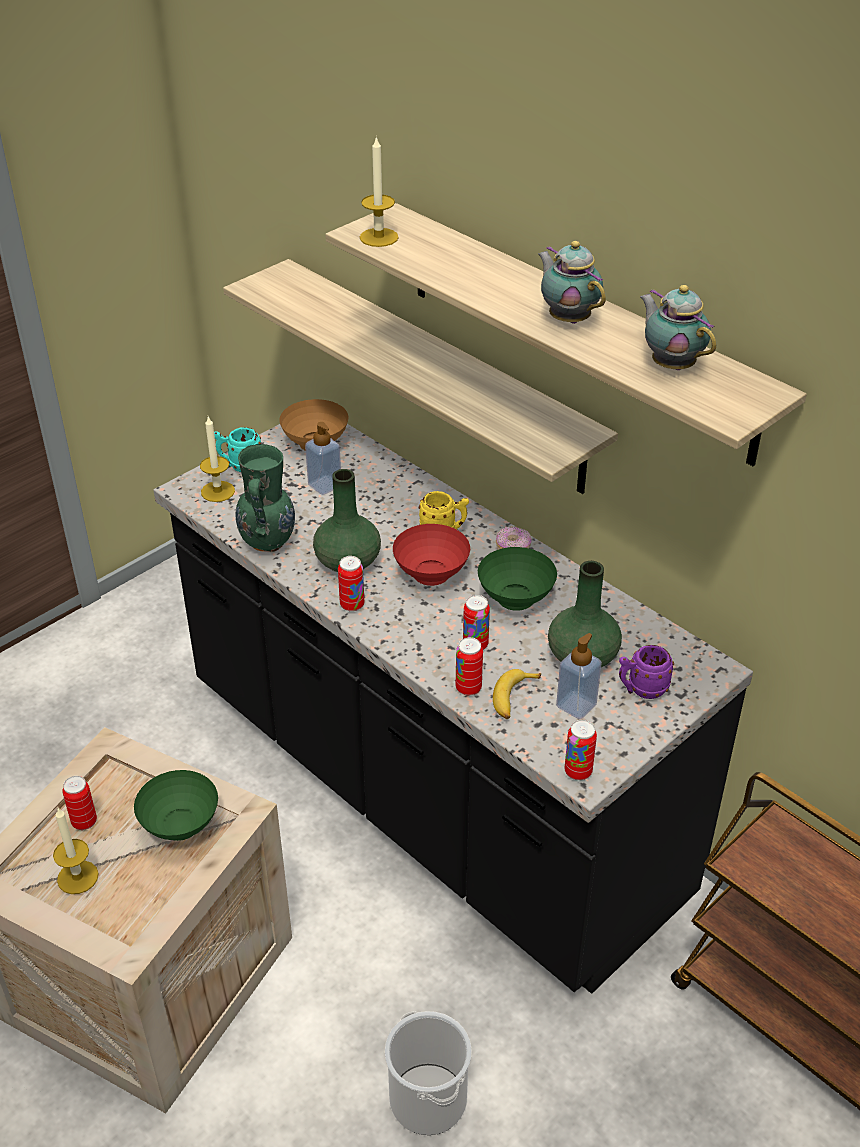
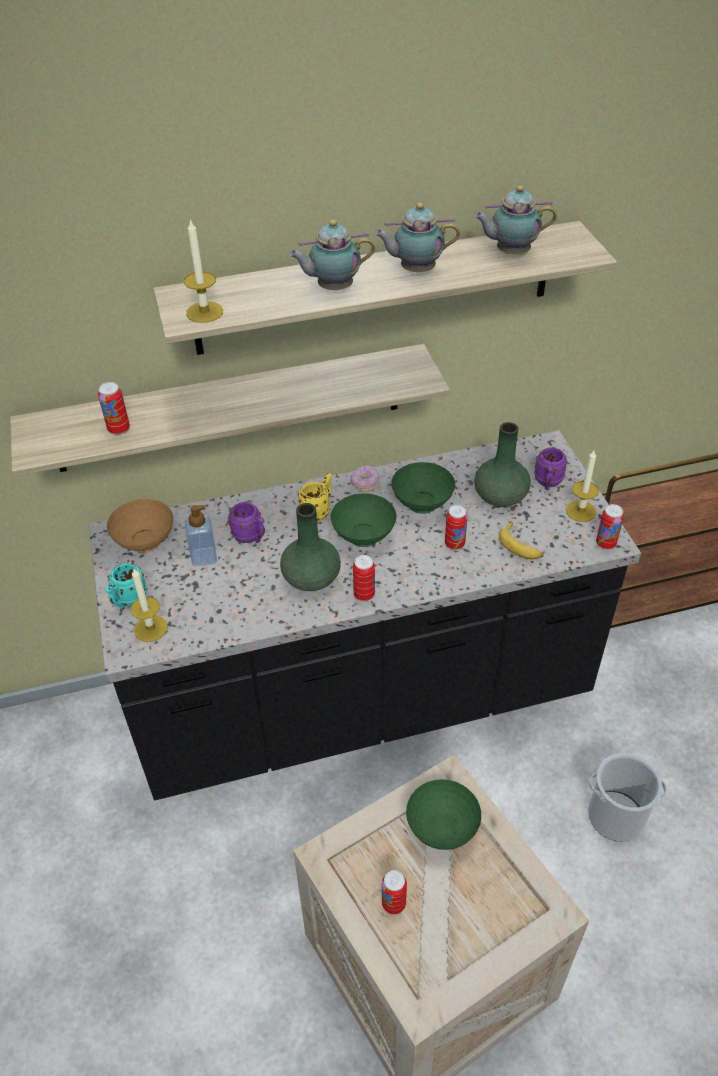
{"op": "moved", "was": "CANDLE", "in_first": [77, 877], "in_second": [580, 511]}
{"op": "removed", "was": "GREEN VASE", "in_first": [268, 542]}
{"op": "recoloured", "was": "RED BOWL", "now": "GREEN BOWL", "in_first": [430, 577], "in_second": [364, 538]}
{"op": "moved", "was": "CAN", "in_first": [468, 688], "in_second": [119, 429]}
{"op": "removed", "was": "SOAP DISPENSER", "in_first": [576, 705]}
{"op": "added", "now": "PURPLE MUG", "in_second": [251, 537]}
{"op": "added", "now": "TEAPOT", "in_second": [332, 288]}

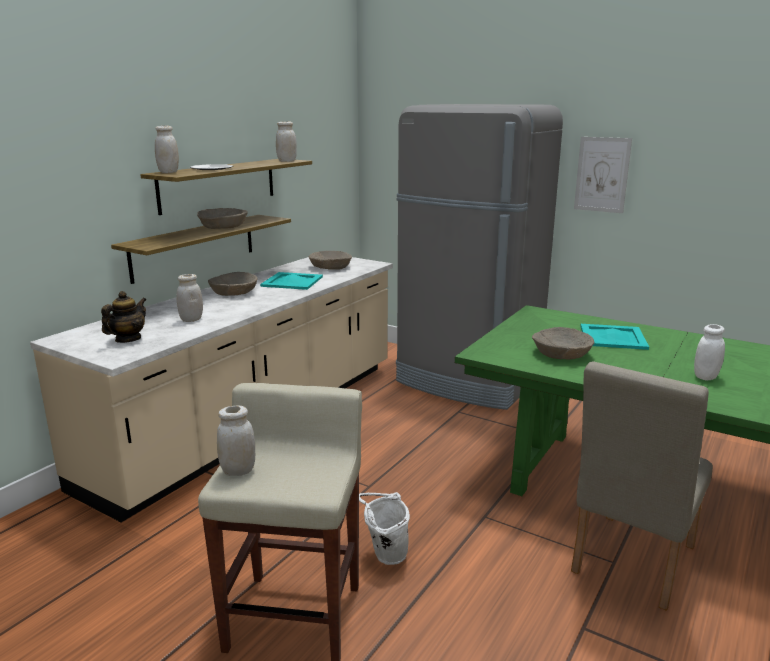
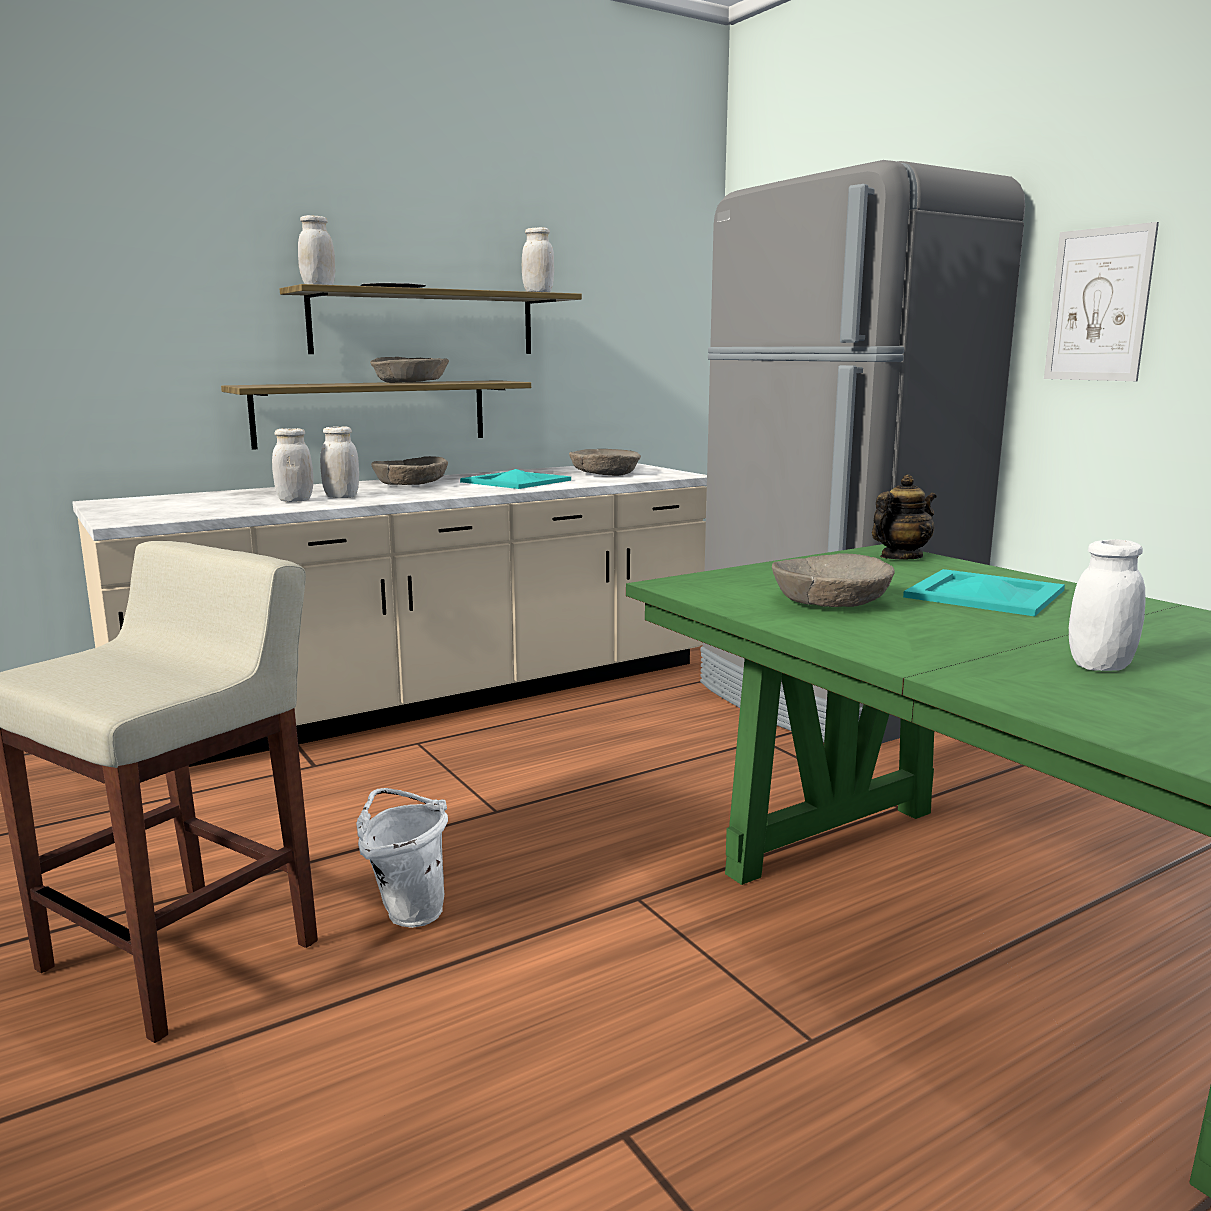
{"op": "moved", "was": "TEAPOT", "in_first": [128, 339], "in_second": [900, 557]}
{"op": "moved", "was": "WHITE JAR", "in_first": [238, 471], "in_second": [341, 497]}
{"op": "removed", "was": "BEIGE CHAIR", "in_first": [629, 564]}

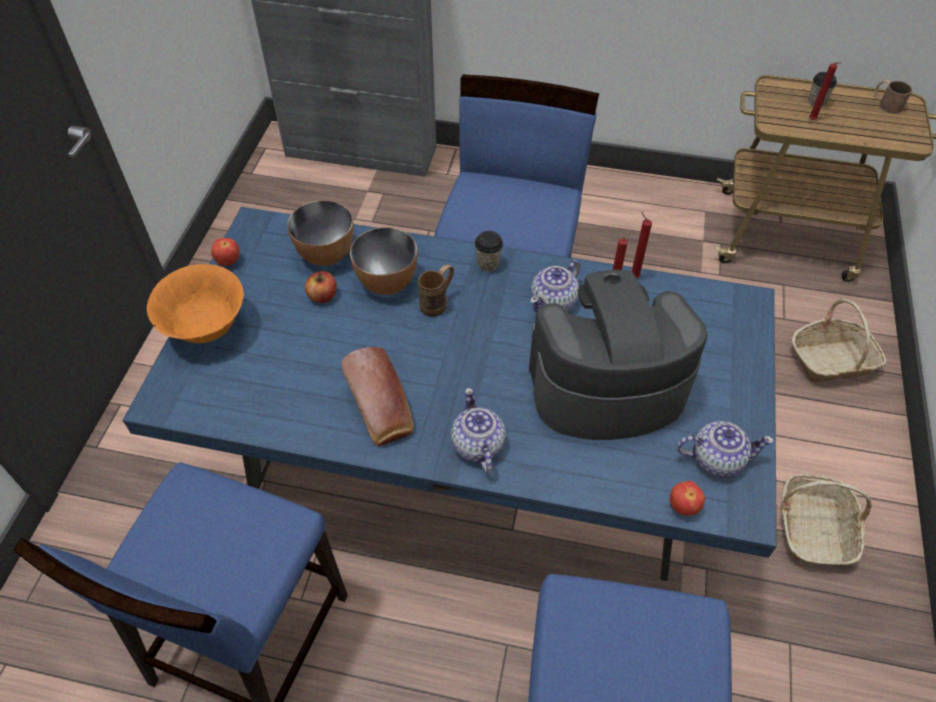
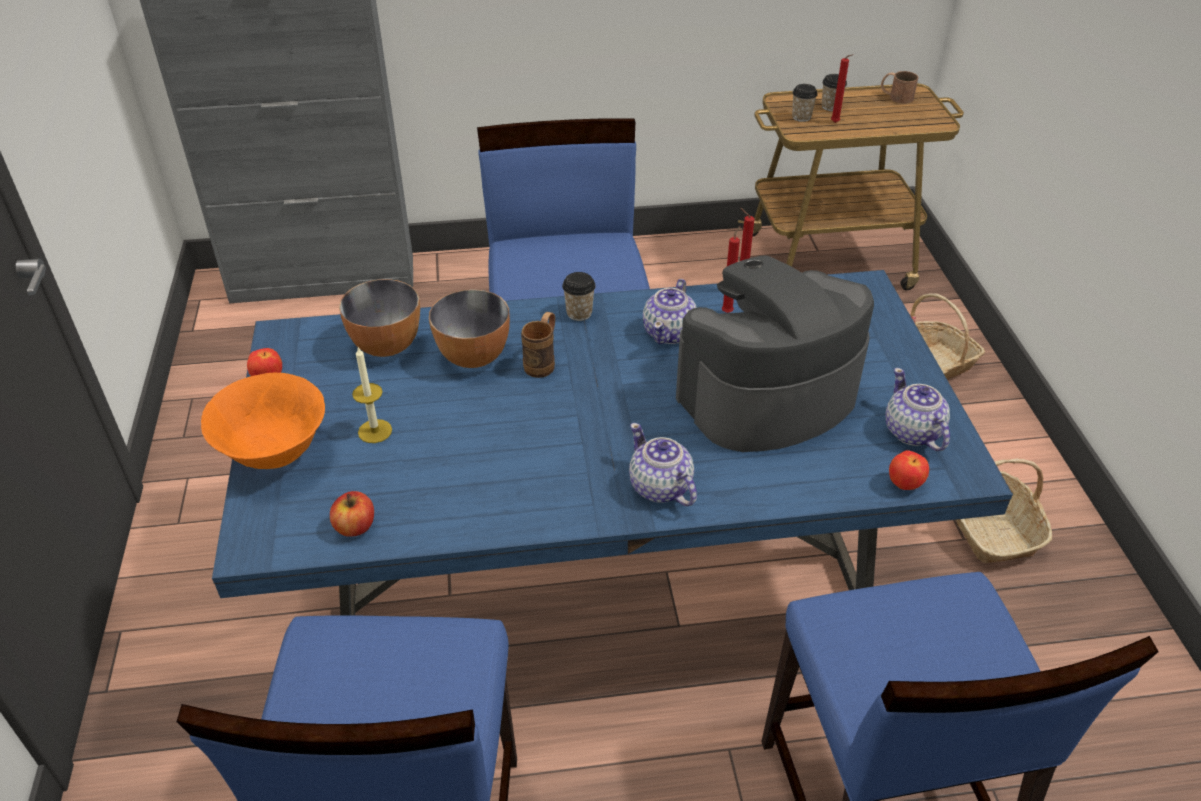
{"op": "moved", "was": "APPLE", "in_first": [323, 296], "in_second": [355, 527]}
{"op": "removed", "was": "BREAD", "in_first": [381, 410]}
{"op": "turned", "was": "TEAPOT", "in_first": [716, 459], "in_second": [912, 432], "clockwise": -90}
{"op": "added", "now": "CANDLE", "in_second": [375, 431]}
{"op": "added", "now": "CUP", "in_second": [801, 117]}

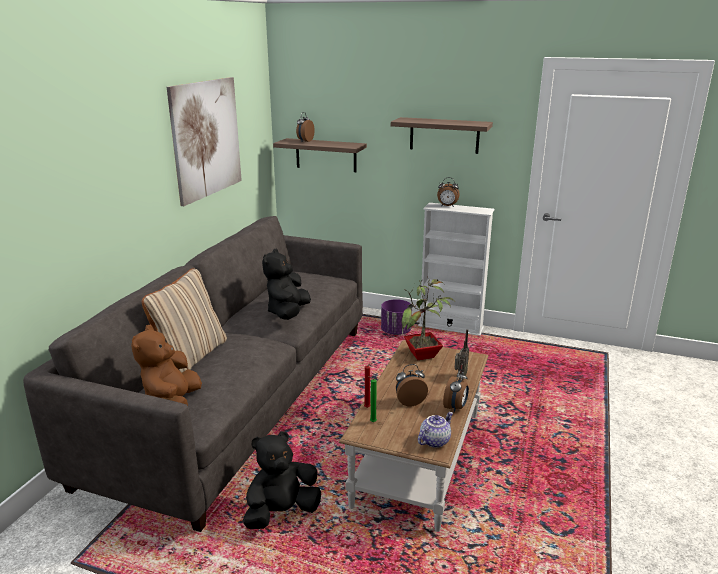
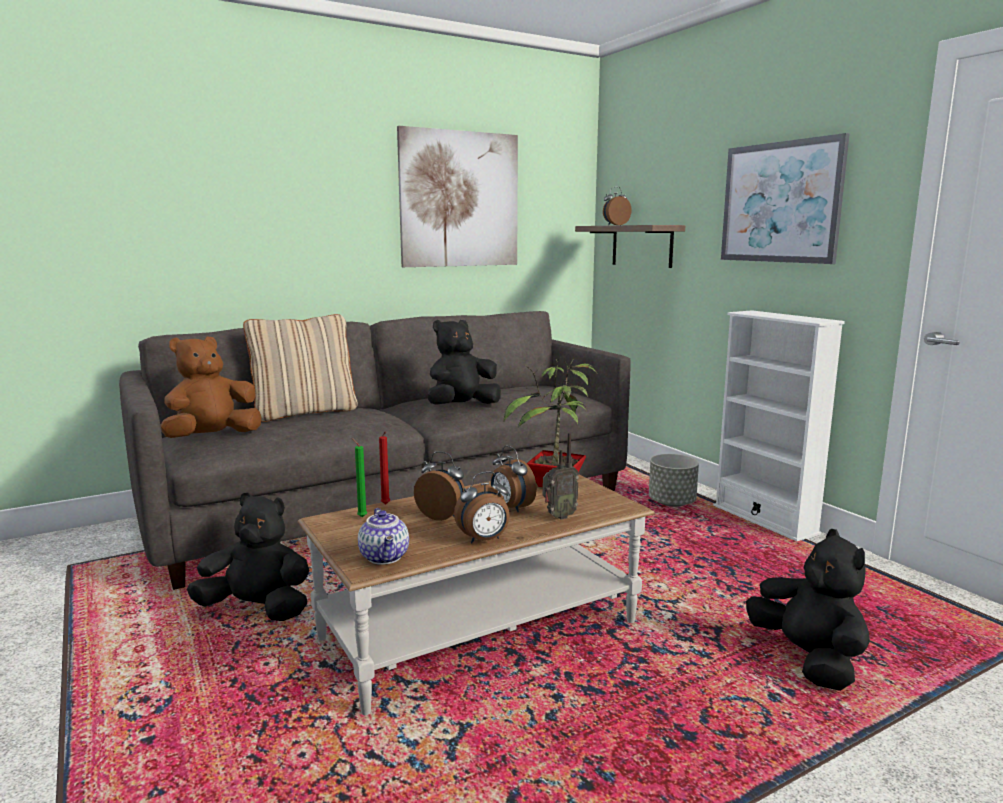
{"op": "recoloured", "was": "PURPLE PLANTER", "now": "GREY PLANTER", "in_first": [396, 331], "in_second": [672, 503]}
{"op": "replaced", "was": "SHELF", "now": "PICTURE", "in_first": [444, 135], "in_second": [780, 202]}
{"op": "turned", "was": "TEAPOT", "in_first": [434, 440], "in_second": [385, 557], "clockwise": 75}
{"op": "moved", "was": "ALARM CLOCK", "in_first": [447, 206], "in_second": [511, 508]}
{"op": "added", "now": "BLACK PLUSH TOY", "in_second": [808, 659]}

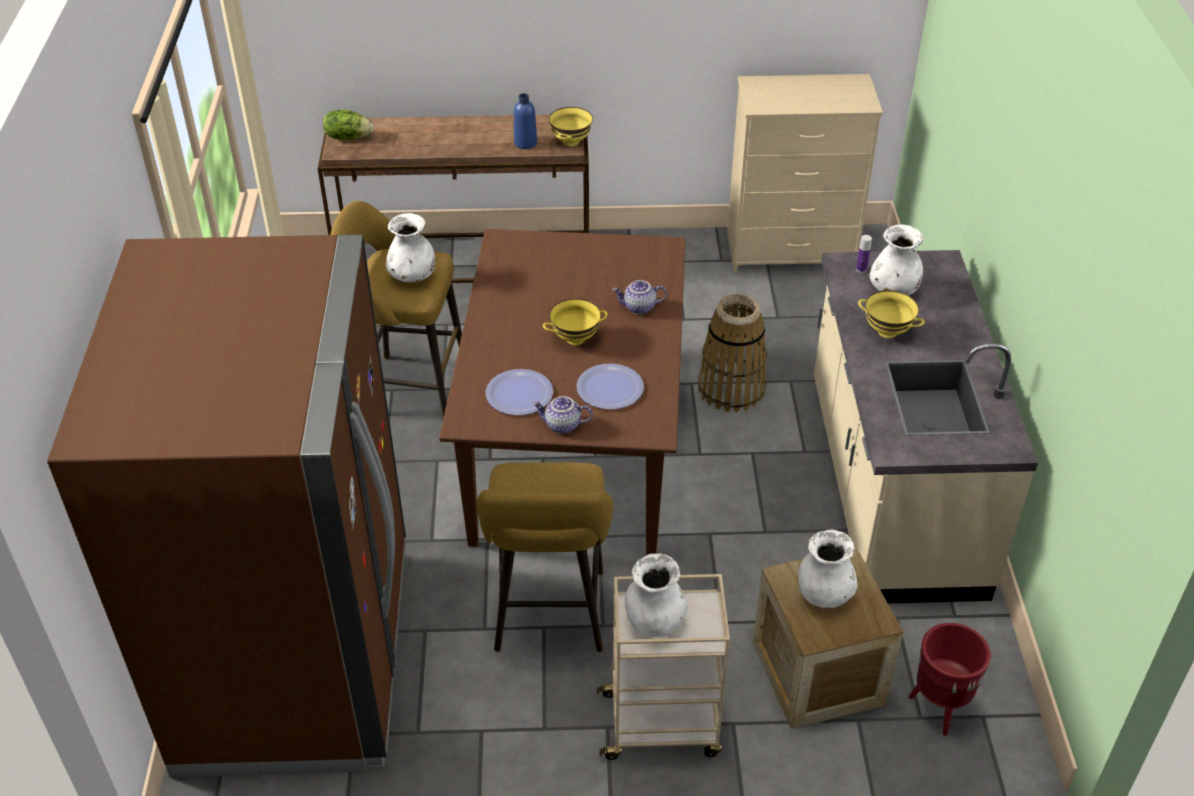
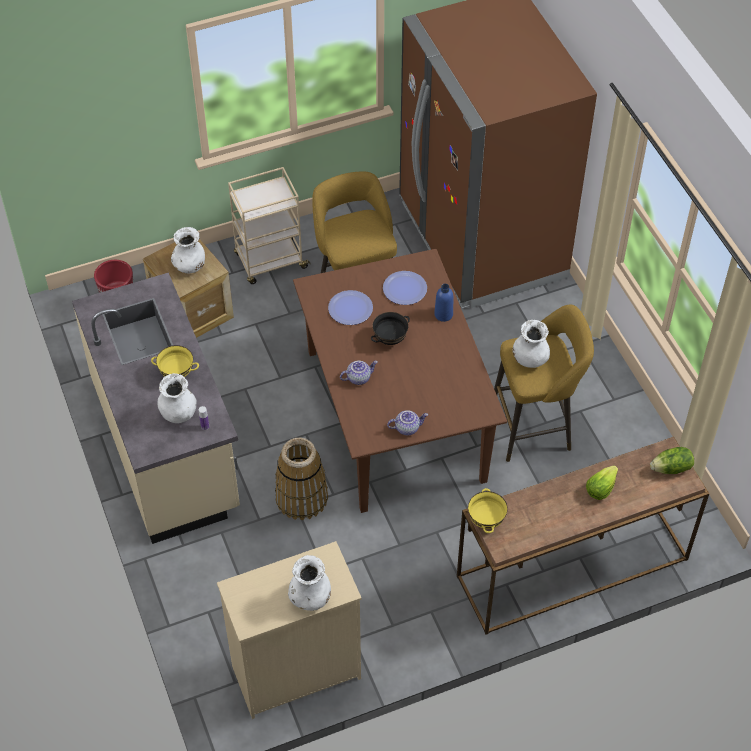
{"op": "moved", "was": "BLUE BOTTLE", "in_first": [525, 143], "in_second": [443, 314]}
{"op": "moved", "was": "TEAPOT", "in_first": [562, 426], "in_second": [407, 427]}
{"op": "recoloured", "was": "YELLOW BOWL", "now": "BLACK BOWL", "in_first": [575, 338], "in_second": [390, 339]}
{"op": "moved", "was": "WHITE VASE", "in_first": [654, 621], "in_second": [310, 597]}
{"op": "added", "now": "LETTUCE", "in_second": [600, 489]}

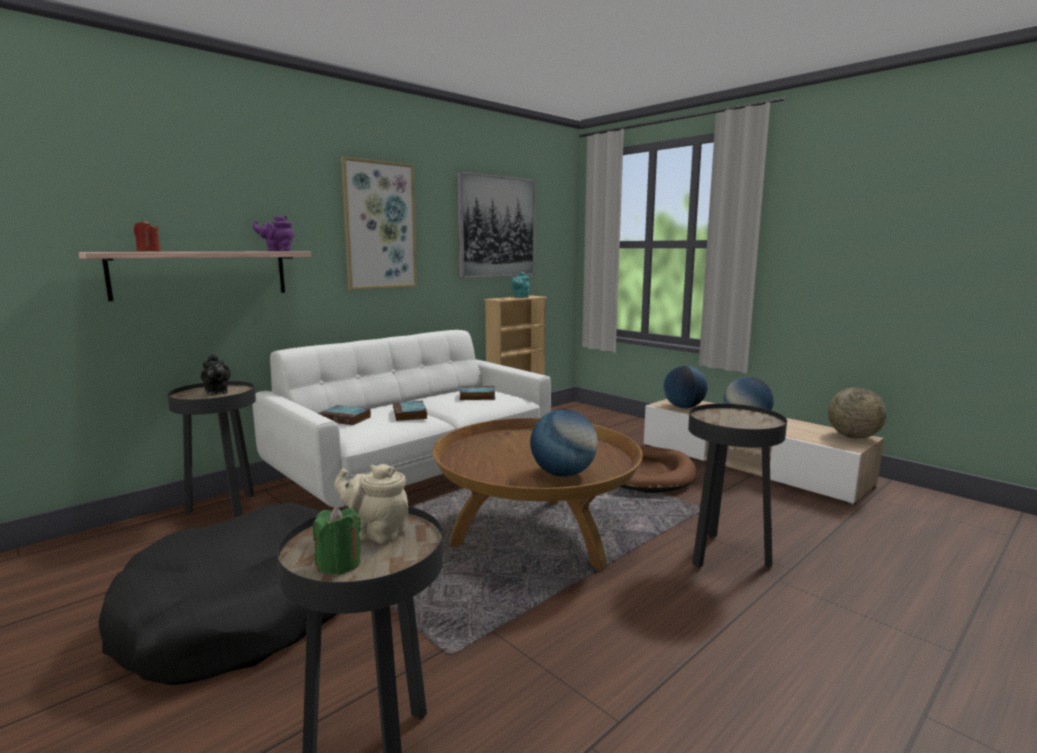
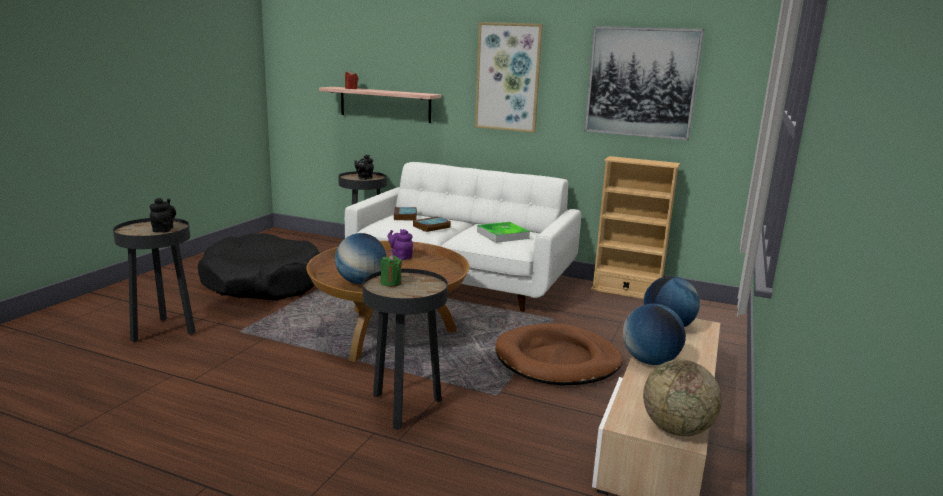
{"op": "moved", "was": "PURPLE TEAPOT", "in_first": [277, 251], "in_second": [400, 257]}
{"op": "moved", "was": "GREEN CANDLE", "in_first": [339, 564], "in_second": [390, 283]}
{"op": "recoloured", "was": "BEIGE TEAPOT", "now": "BLACK TEAPOT", "in_first": [376, 533], "in_second": [164, 229]}
{"op": "replaced", "was": "BOOK", "now": "TRAY", "in_first": [476, 396], "in_second": [502, 235]}
{"op": "removed", "was": "TURQUOISE TEAPOT", "in_first": [520, 297]}

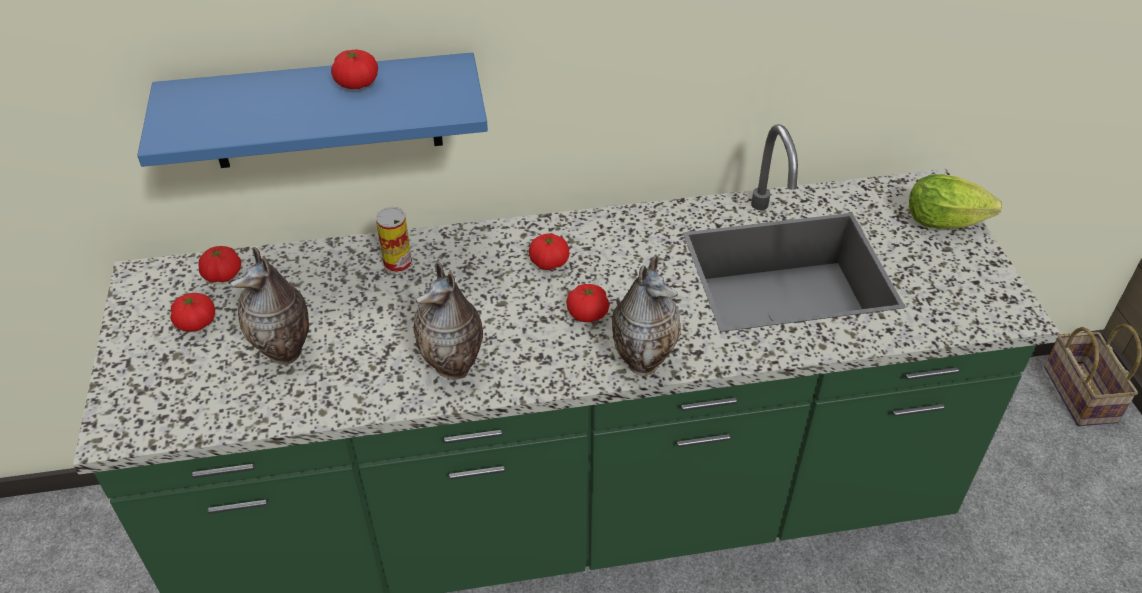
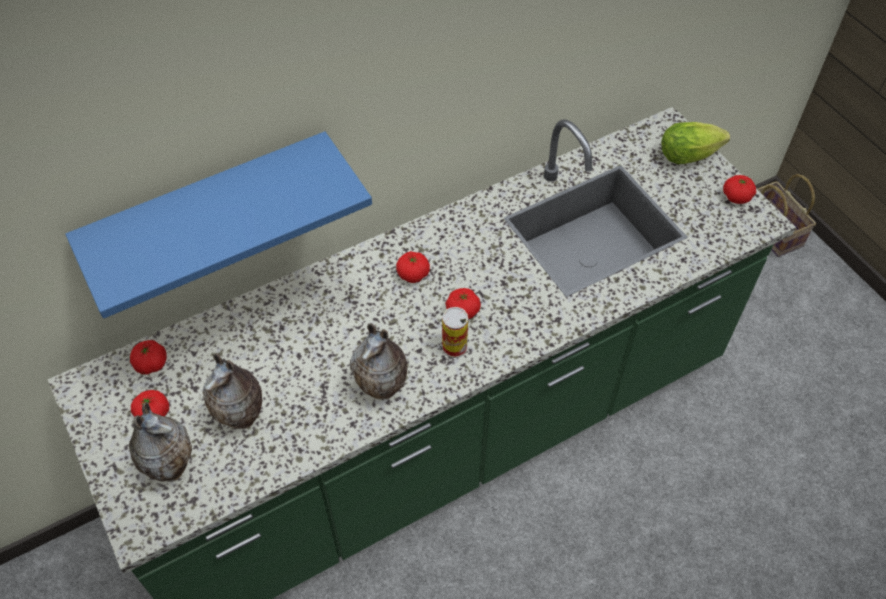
{"op": "moved", "was": "TOMATO", "in_first": [357, 83], "in_second": [736, 197]}
{"op": "moved", "was": "CAN", "in_first": [398, 263], "in_second": [454, 347]}
{"op": "moved", "was": "VASE", "in_first": [643, 360], "in_second": [171, 465]}

